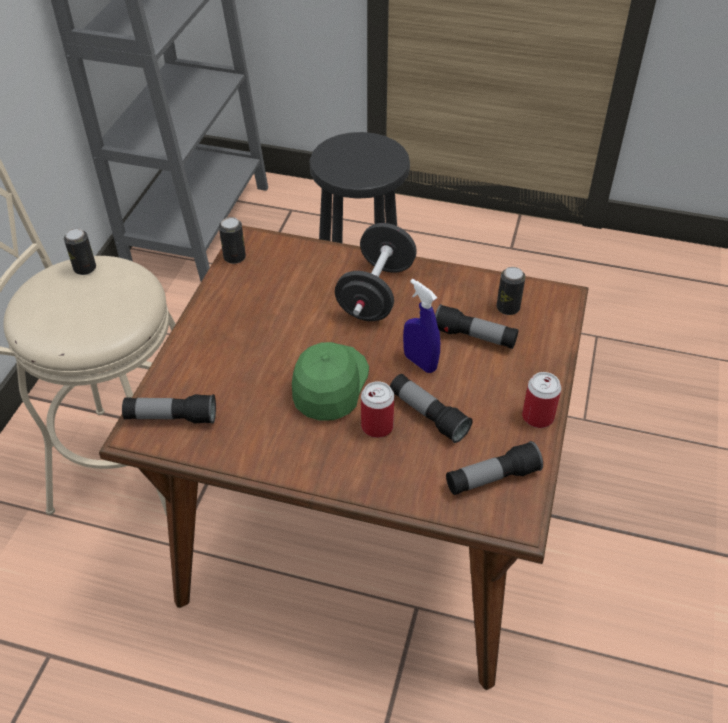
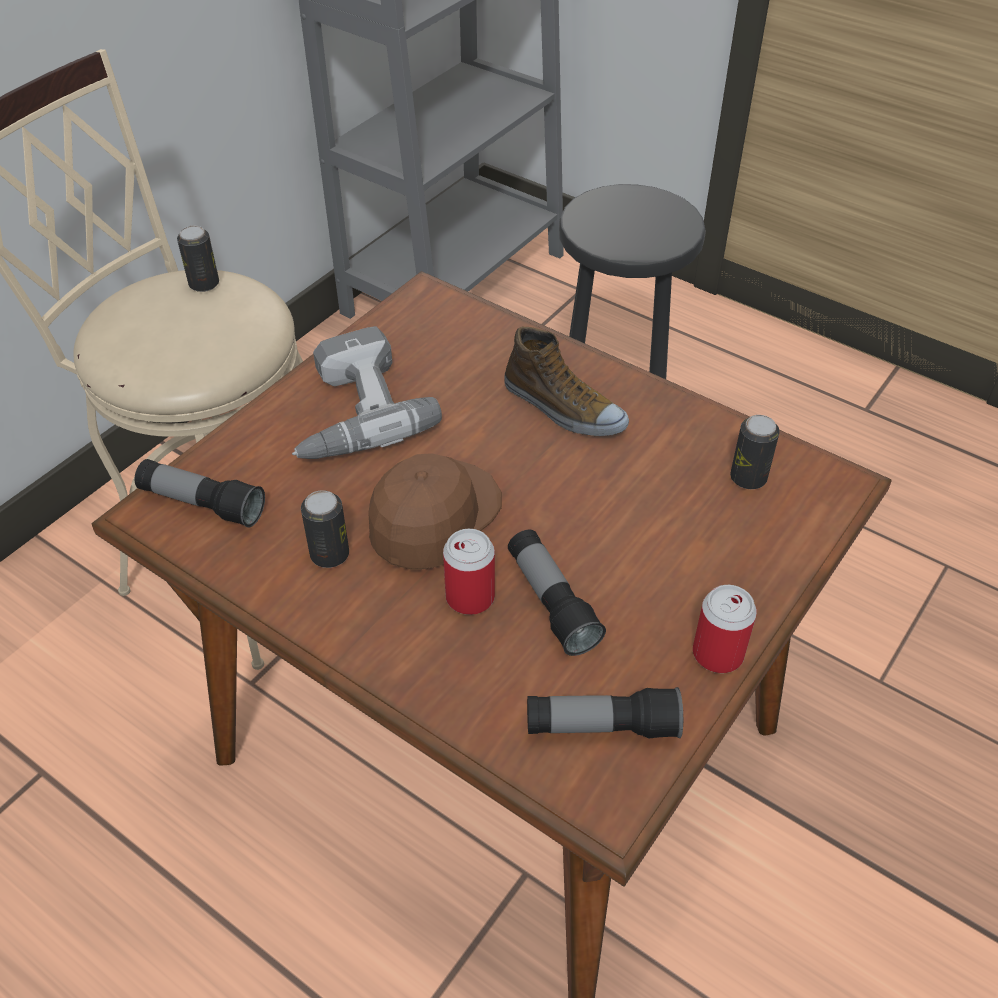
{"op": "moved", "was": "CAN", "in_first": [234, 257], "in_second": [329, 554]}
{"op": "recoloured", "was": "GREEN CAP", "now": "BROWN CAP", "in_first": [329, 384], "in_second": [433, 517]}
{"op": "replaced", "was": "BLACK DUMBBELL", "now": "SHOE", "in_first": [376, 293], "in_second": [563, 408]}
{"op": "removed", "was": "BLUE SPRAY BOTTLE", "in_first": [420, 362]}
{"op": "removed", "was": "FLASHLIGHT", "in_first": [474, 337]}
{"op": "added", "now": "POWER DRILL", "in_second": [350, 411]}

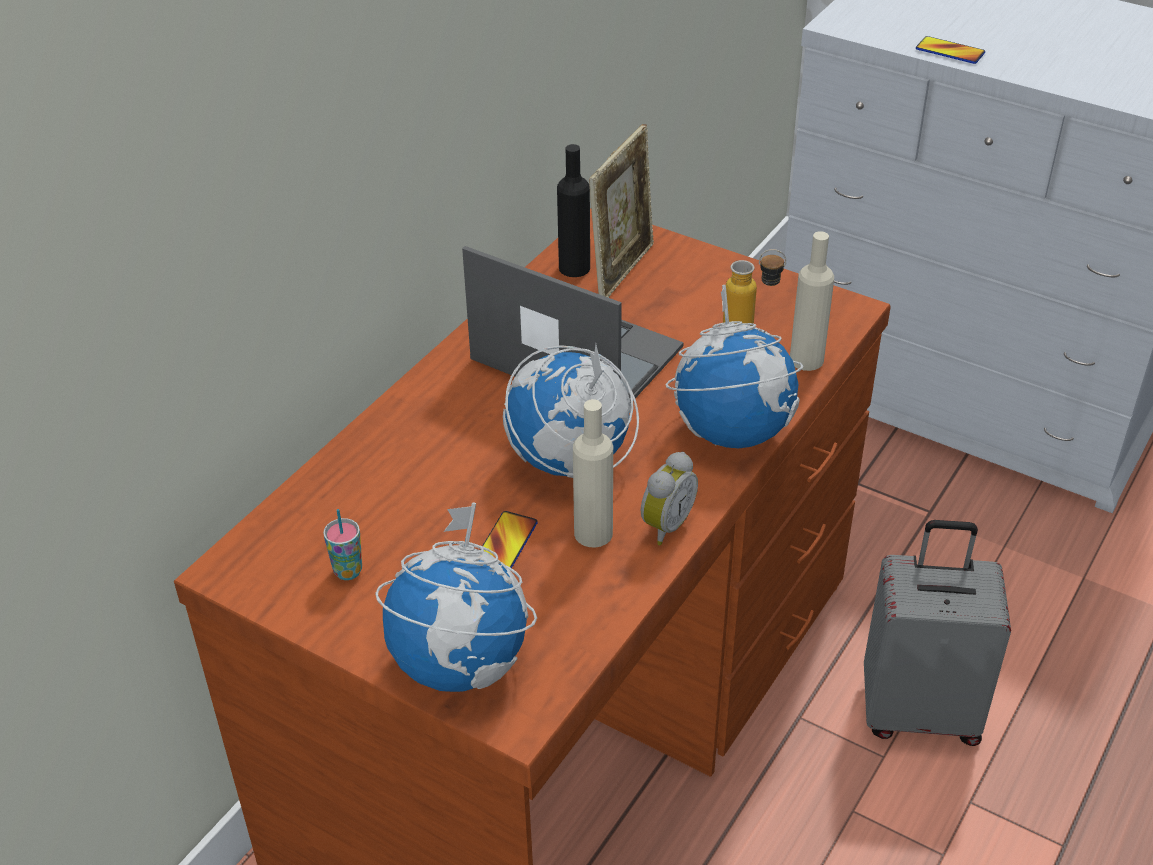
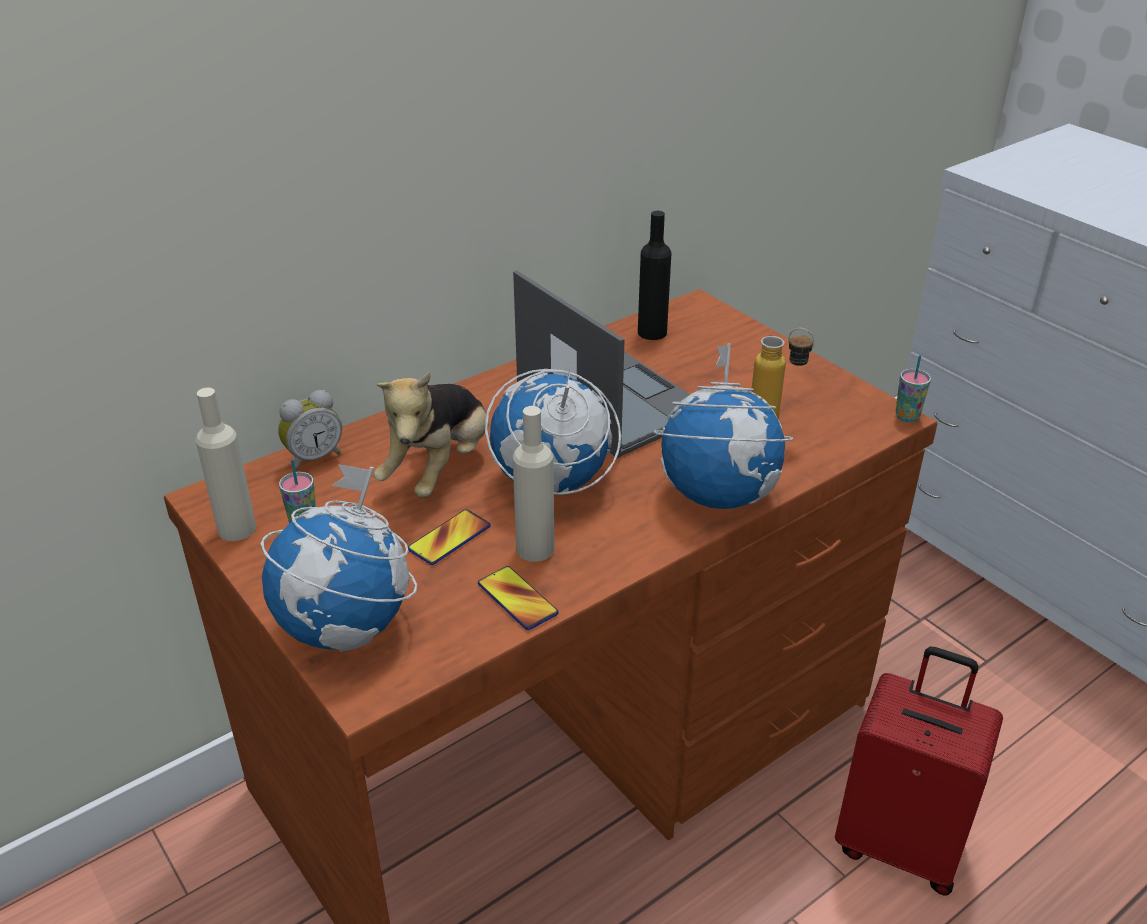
{"op": "removed", "was": "PICTURE FRAME", "in_first": [622, 271]}
{"op": "moved", "was": "ALARM CLOCK", "in_first": [664, 525], "in_second": [313, 457]}
{"op": "moved", "was": "BEIGE BOTTLE", "in_first": [806, 360], "in_second": [237, 529]}
{"op": "recoloured", "was": "GREY SUITCASE", "now": "RED SUITCASE", "in_first": [920, 710], "in_second": [900, 843]}
{"op": "moved", "was": "PHONE", "in_first": [950, 51], "in_second": [517, 599]}
{"op": "added", "now": "PLUSH TOY", "in_second": [439, 469]}
{"op": "added", "now": "CUP", "in_second": [907, 417]}

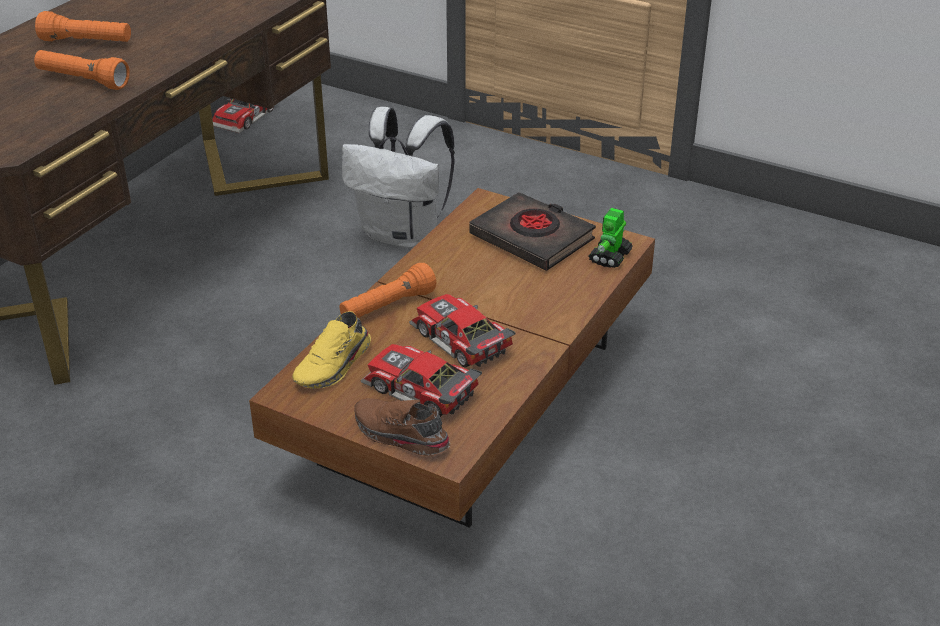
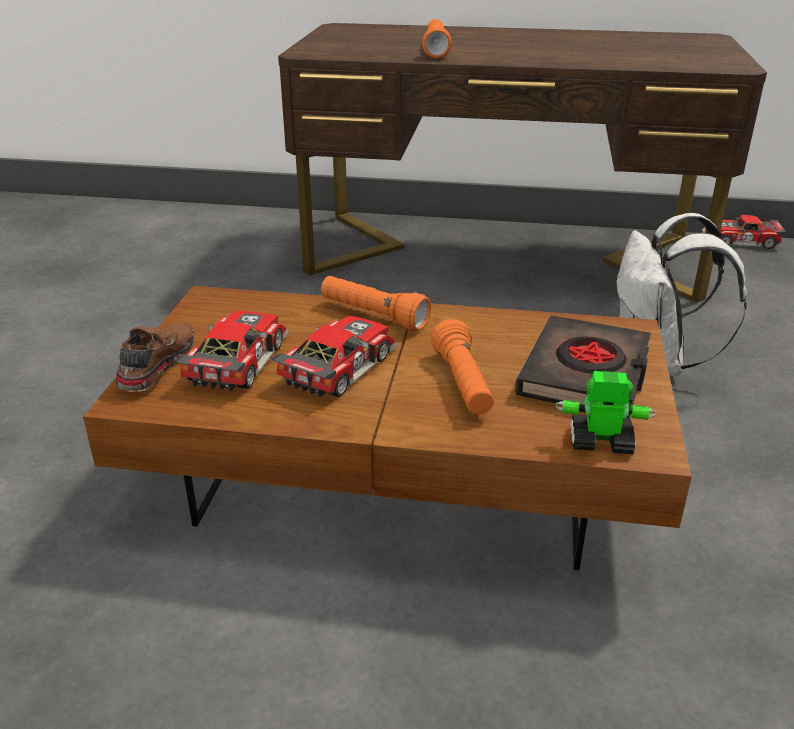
{"op": "moved", "was": "ORANGE FLASHLIGHT", "in_first": [87, 42], "in_second": [463, 384]}
{"op": "removed", "was": "YELLOW SHOE", "in_first": [334, 366]}

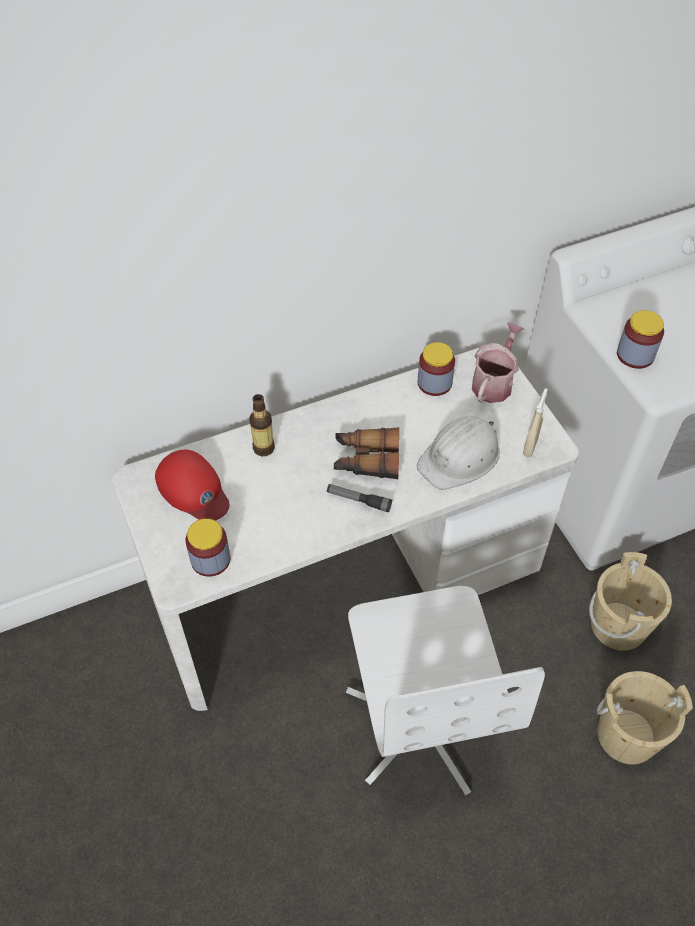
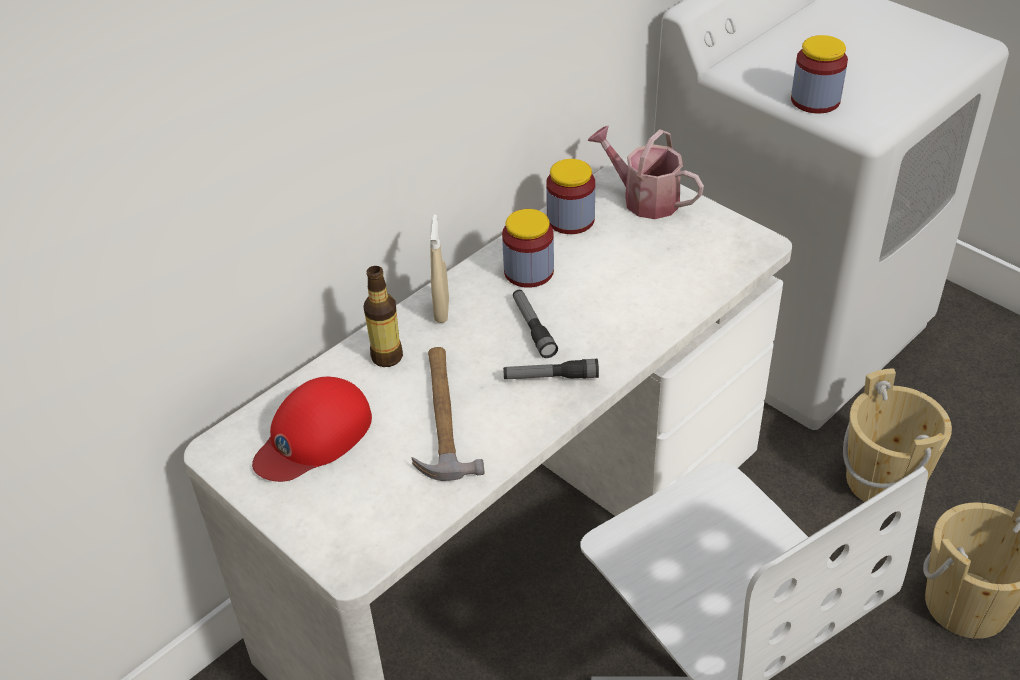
{"op": "turned", "was": "RED CAP", "in_first": [193, 489], "in_second": [313, 436], "clockwise": 105}
{"op": "moved", "was": "JAR", "in_first": [210, 559], "in_second": [529, 271]}
{"op": "replaced", "was": "BINOCULARS", "now": "FLASHLIGHT", "in_first": [366, 459], "in_second": [533, 328]}
{"op": "removed", "was": "WHITE HARD HAT", "in_first": [460, 457]}
{"op": "turned", "was": "WATERING CAN", "in_first": [494, 382], "in_second": [644, 199], "clockwise": -60}
{"op": "moved", "was": "BEIGE SPRAY BOTTLE", "in_first": [530, 447], "in_second": [442, 310]}
{"op": "added", "now": "HAMMER", "in_second": [442, 415]}

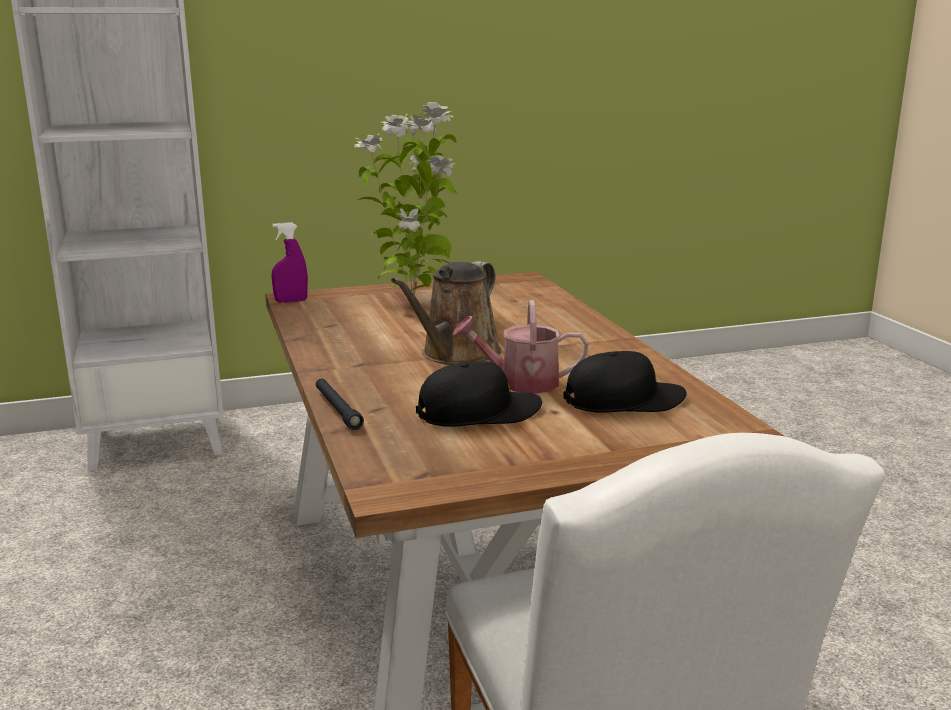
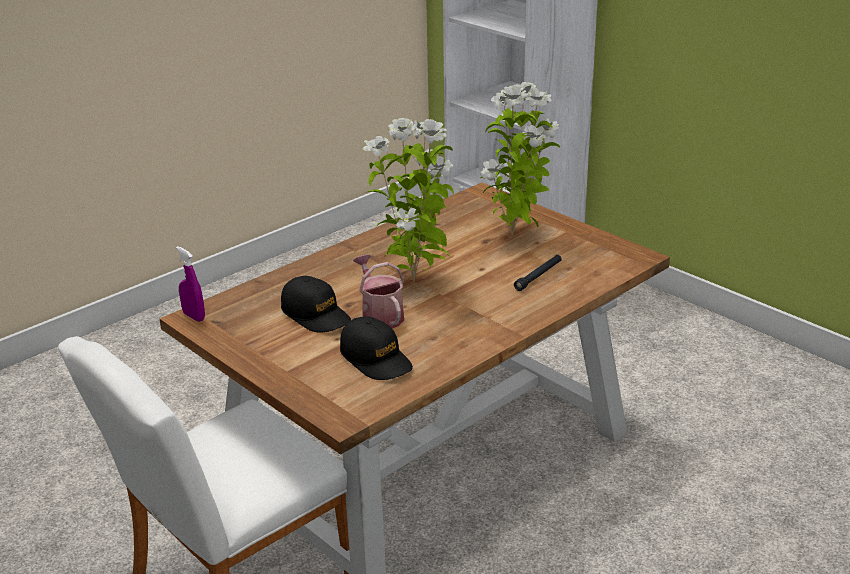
{"op": "moved", "was": "PURPLE SPRAY BOTTLE", "in_first": [291, 301], "in_second": [194, 316]}
{"op": "moved", "was": "BLACK FLASHLIGHT", "in_first": [337, 409], "in_second": [538, 276]}
{"op": "replaced", "was": "BROWN WATERING CAN", "now": "POTTED PLANT", "in_first": [456, 354], "in_second": [415, 280]}

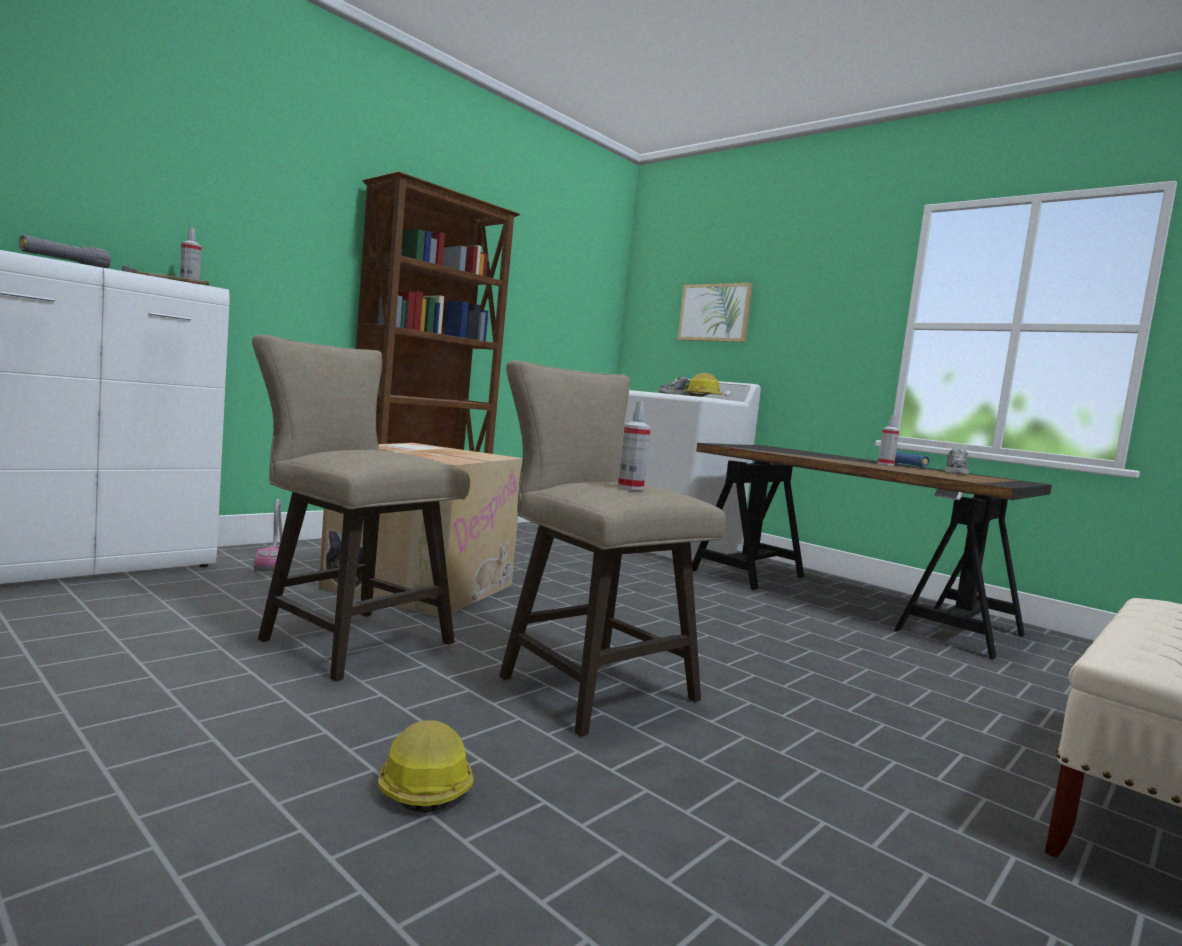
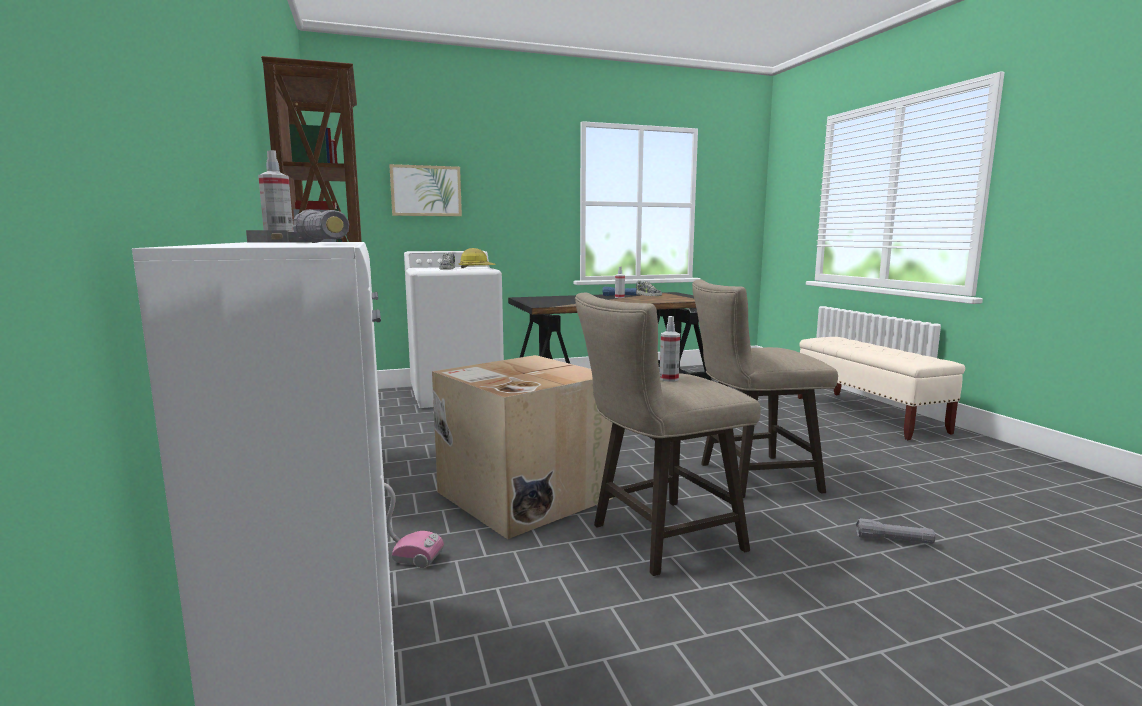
{"op": "replaced", "was": "HARD HAT", "now": "GREY FLASHLIGHT", "in_first": [423, 784], "in_second": [893, 540]}
{"op": "moved", "was": "SPRAY BOTTLE", "in_first": [630, 487], "in_second": [669, 379]}

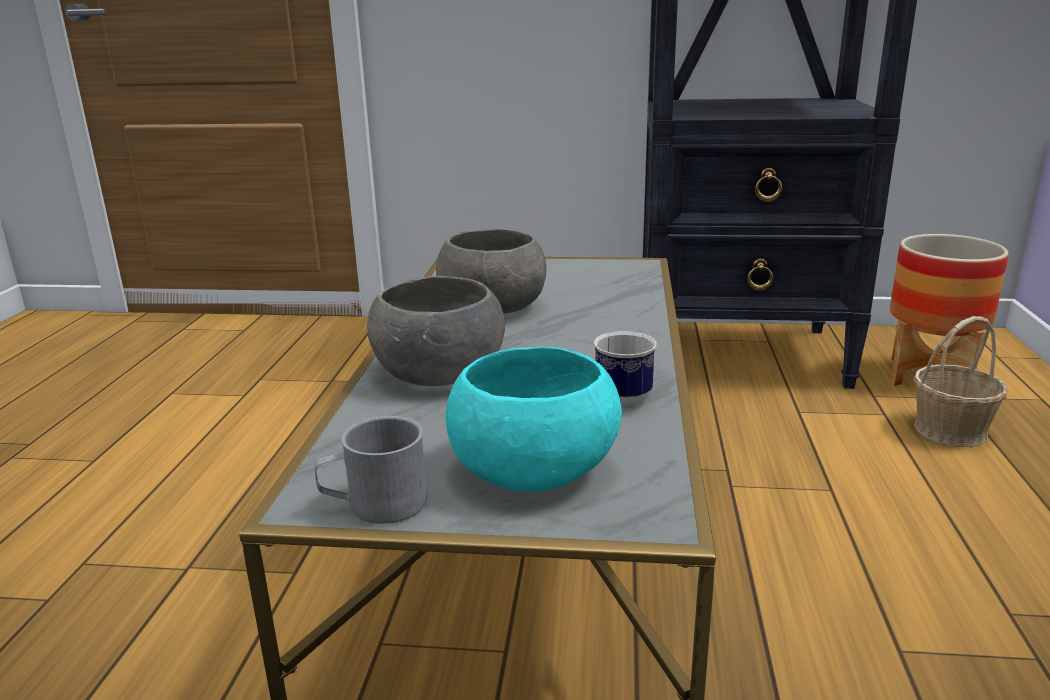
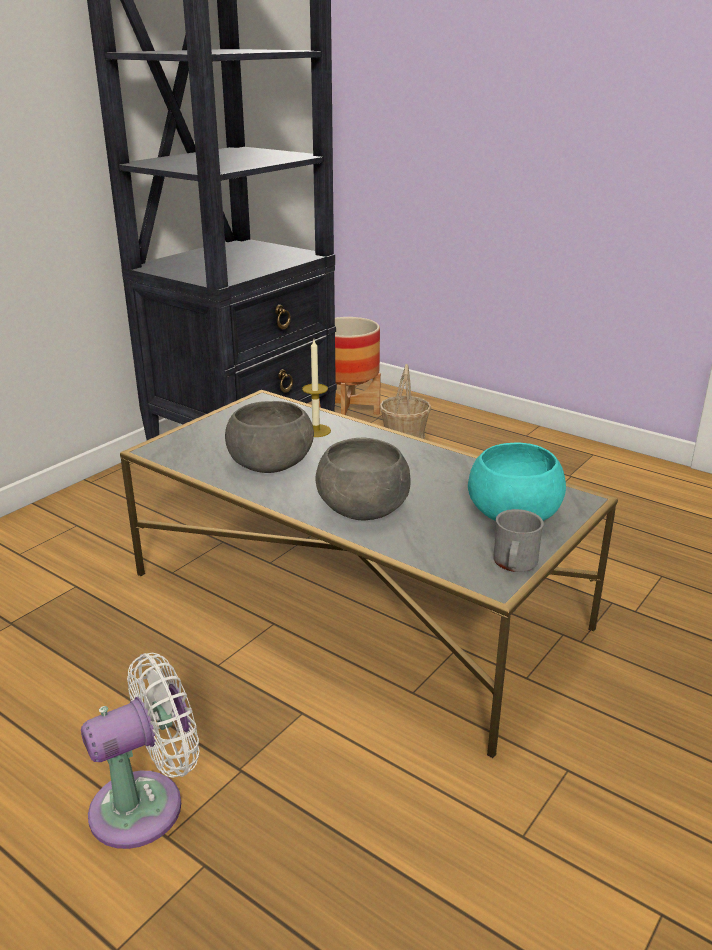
{"op": "removed", "was": "MUG", "in_first": [624, 396]}
{"op": "added", "now": "WHITE FAN", "in_second": [146, 805]}
{"op": "added", "now": "CANDLE", "in_second": [316, 431]}

